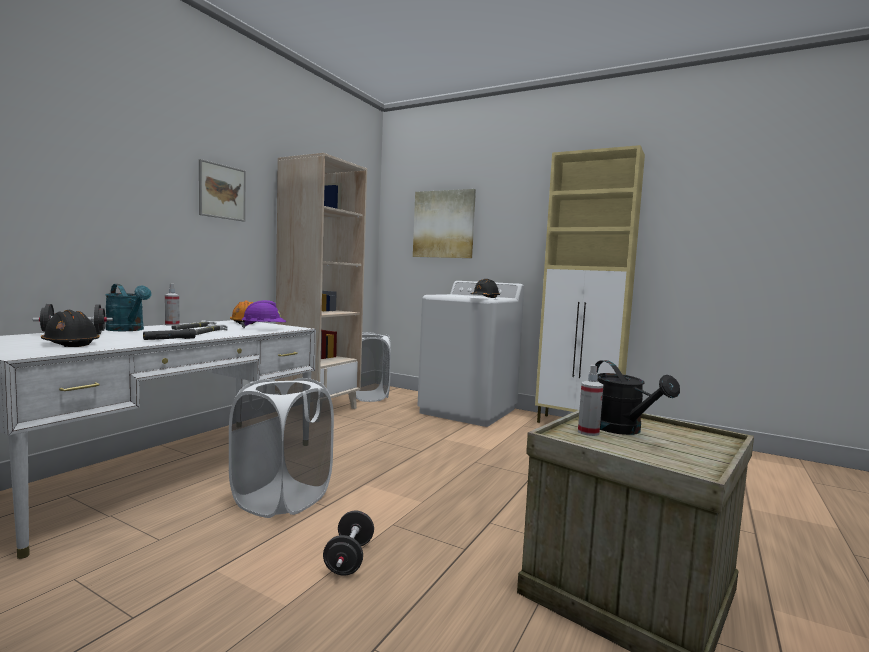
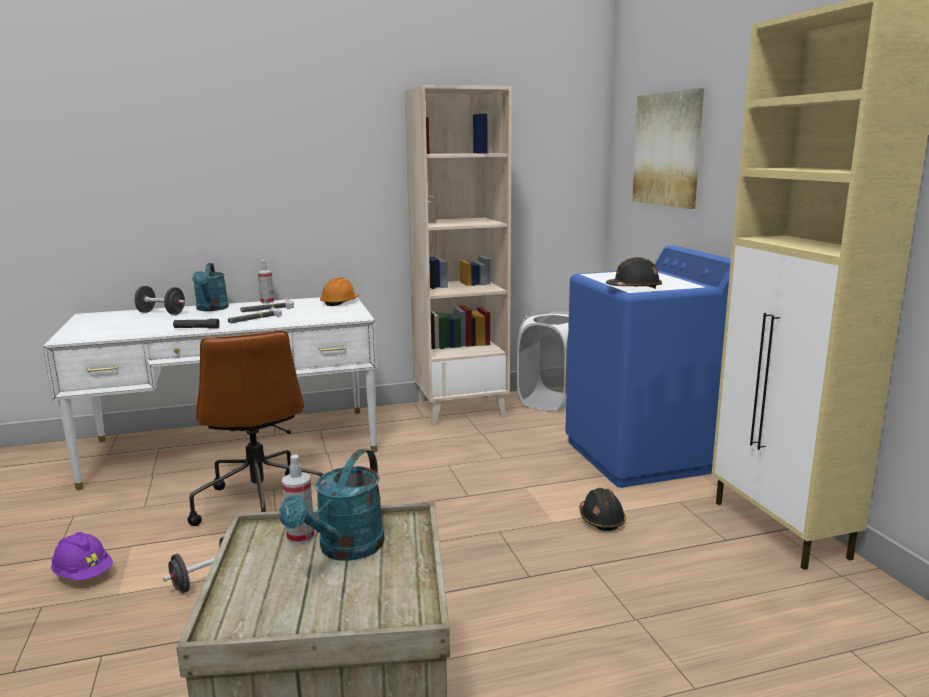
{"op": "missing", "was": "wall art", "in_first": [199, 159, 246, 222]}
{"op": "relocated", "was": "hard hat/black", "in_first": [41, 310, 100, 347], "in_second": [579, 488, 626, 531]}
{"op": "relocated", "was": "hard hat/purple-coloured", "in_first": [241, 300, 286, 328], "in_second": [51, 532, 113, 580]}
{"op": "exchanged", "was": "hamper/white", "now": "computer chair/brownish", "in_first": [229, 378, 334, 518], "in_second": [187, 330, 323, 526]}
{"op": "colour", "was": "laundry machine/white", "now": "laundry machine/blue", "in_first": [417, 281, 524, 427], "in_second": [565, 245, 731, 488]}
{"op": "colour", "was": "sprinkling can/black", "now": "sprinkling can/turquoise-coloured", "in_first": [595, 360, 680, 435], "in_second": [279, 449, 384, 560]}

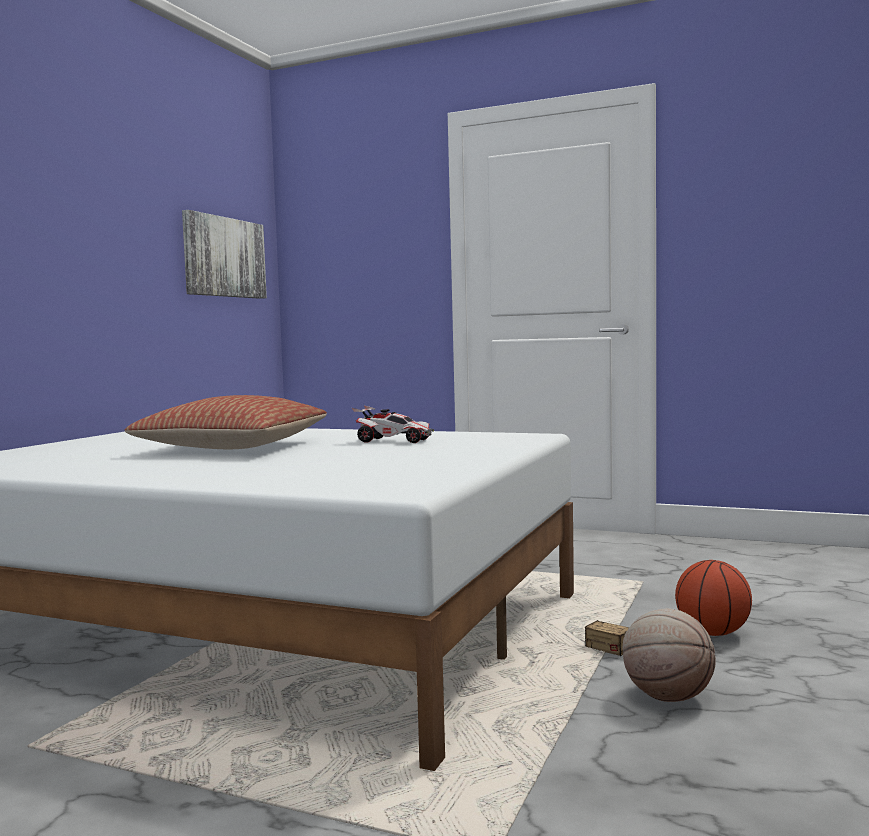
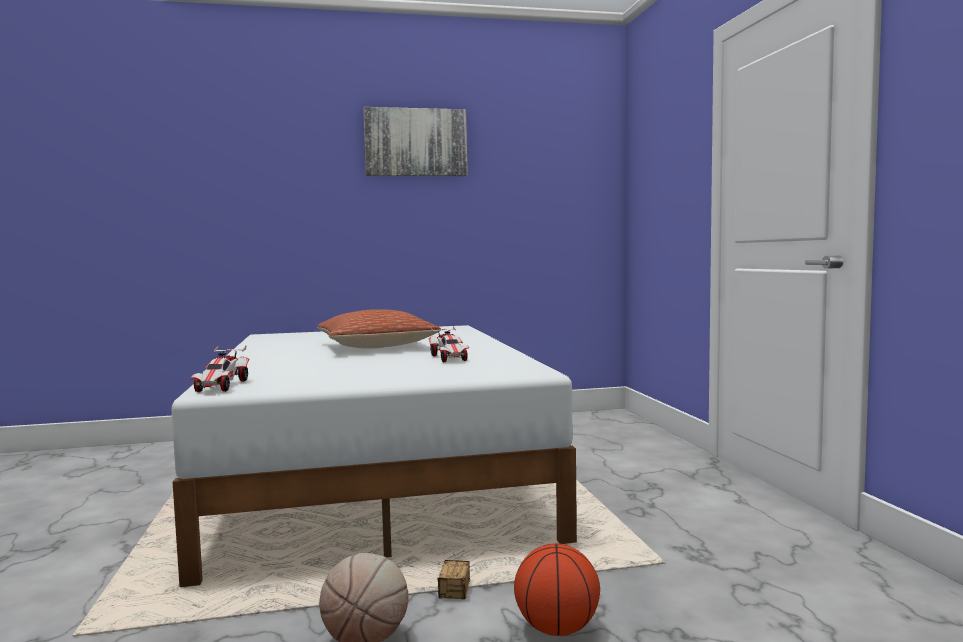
{"op": "appeared", "now": "miniature car", "in_second": [191, 346, 249, 393]}
{"op": "relocated", "was": "wall art", "in_first": [182, 210, 267, 299], "in_second": [363, 107, 468, 176]}

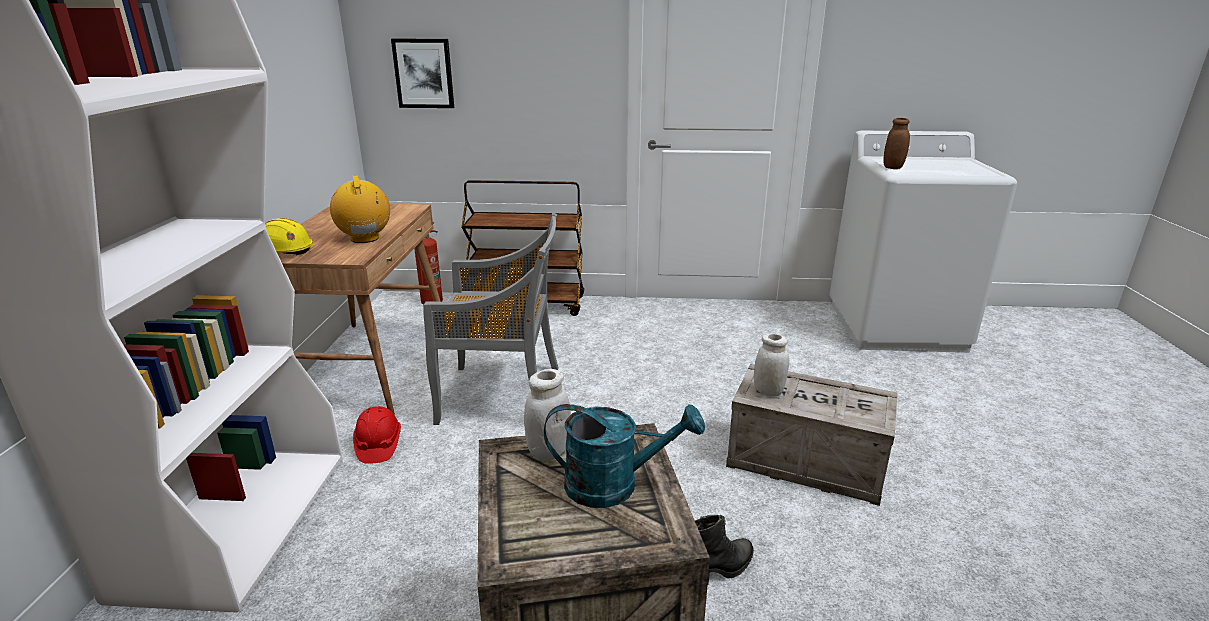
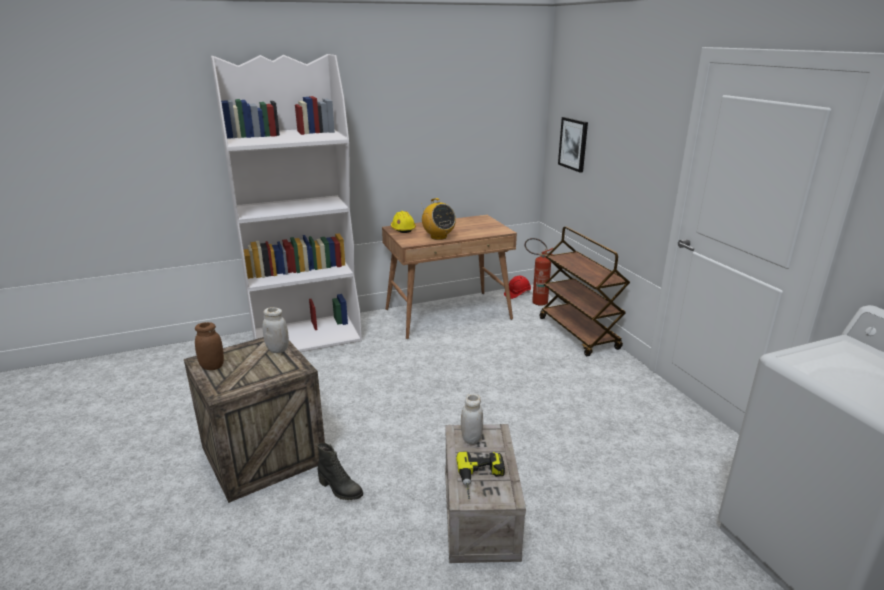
{"op": "missing", "was": "upright chair/grey", "in_first": [423, 213, 558, 425]}
{"op": "missing", "was": "sprinkling can/turquoise-coloured", "in_first": [544, 404, 705, 508]}
{"op": "appeared", "now": "power drill", "in_second": [456, 451, 505, 499]}
{"op": "relocated", "was": "hard hat/reddish", "in_first": [353, 406, 401, 464], "in_second": [504, 276, 531, 299]}
{"op": "relocated", "was": "preserve jar/brownish", "in_first": [884, 118, 910, 169], "in_second": [195, 322, 224, 370]}
{"op": "spun", "was": "radio", "in_first": [330, 175, 390, 243], "in_second": [421, 198, 456, 240], "clockwise": 105}

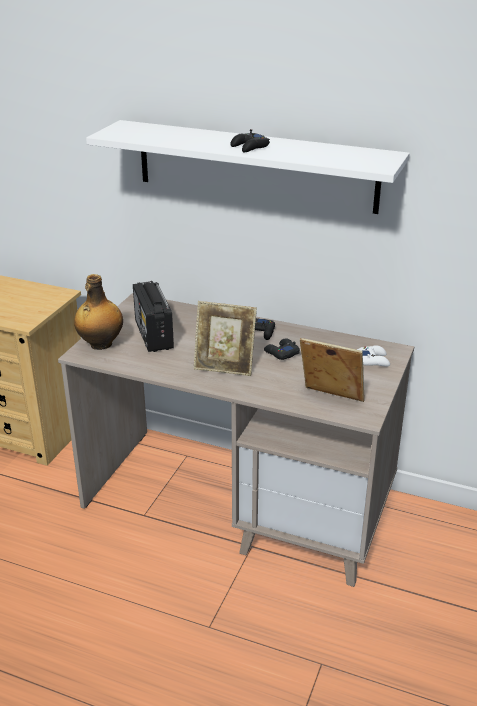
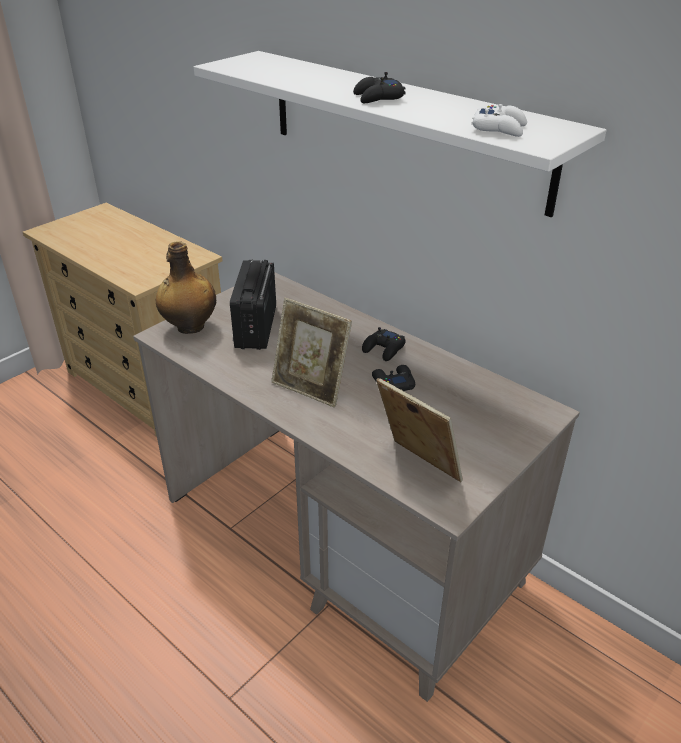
{"op": "relocated", "was": "game controller/white", "in_first": [357, 346, 390, 367], "in_second": [471, 104, 527, 137]}

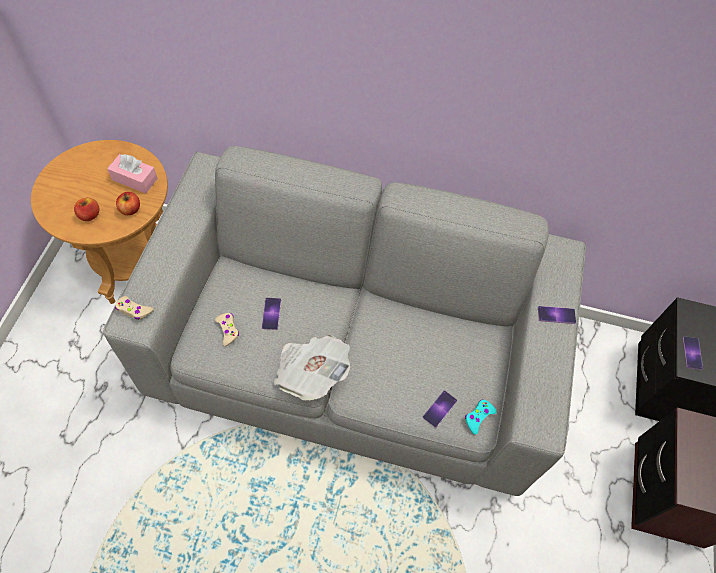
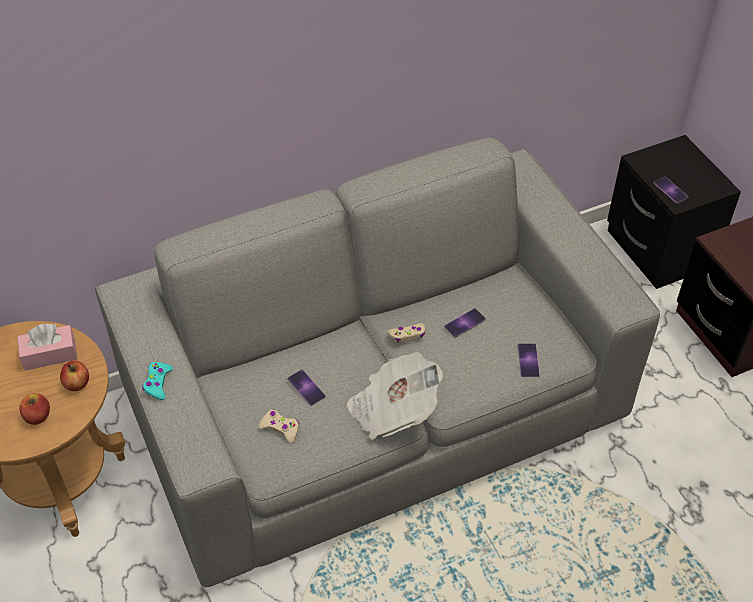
{"op": "relocated", "was": "game controller/sand-coloured", "in_first": [115, 296, 153, 320], "in_second": [387, 323, 425, 343]}
{"op": "relocated", "was": "game controller/turquoise-coloured", "in_first": [465, 399, 497, 434], "in_second": [142, 362, 173, 400]}
{"op": "relocated", "was": "telephone", "in_first": [538, 306, 576, 324], "in_second": [444, 308, 486, 338]}

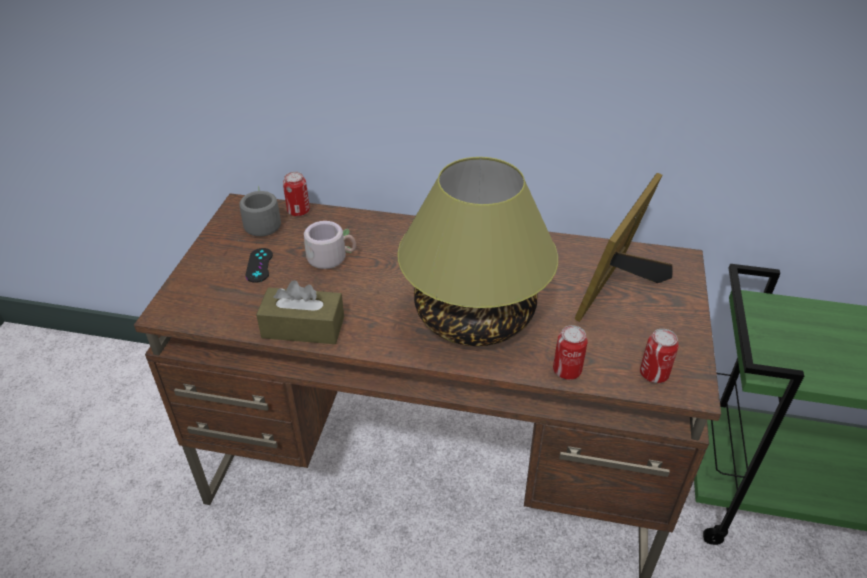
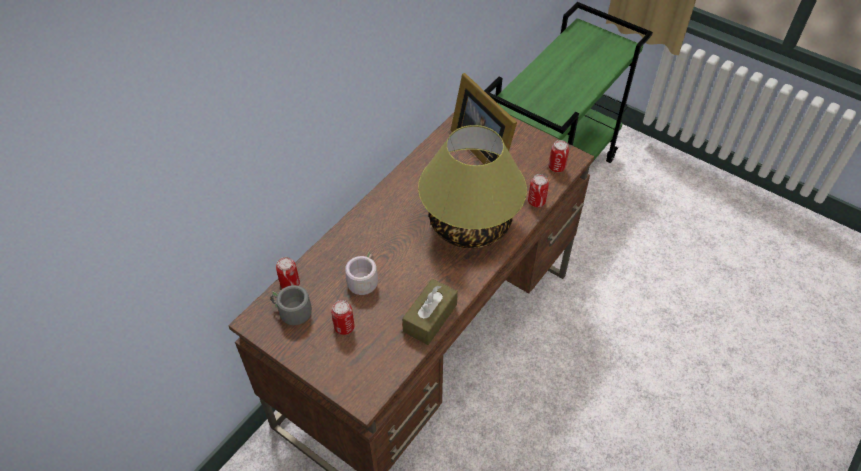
{"op": "exchanged", "was": "game controller/black", "now": "sealed can", "in_first": [245, 248, 273, 283], "in_second": [331, 300, 354, 335]}

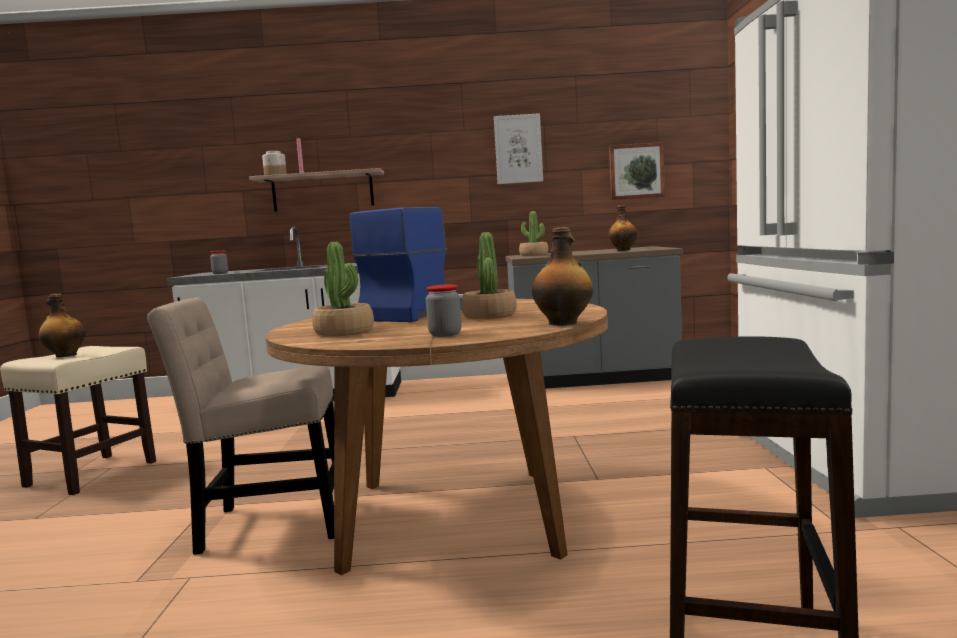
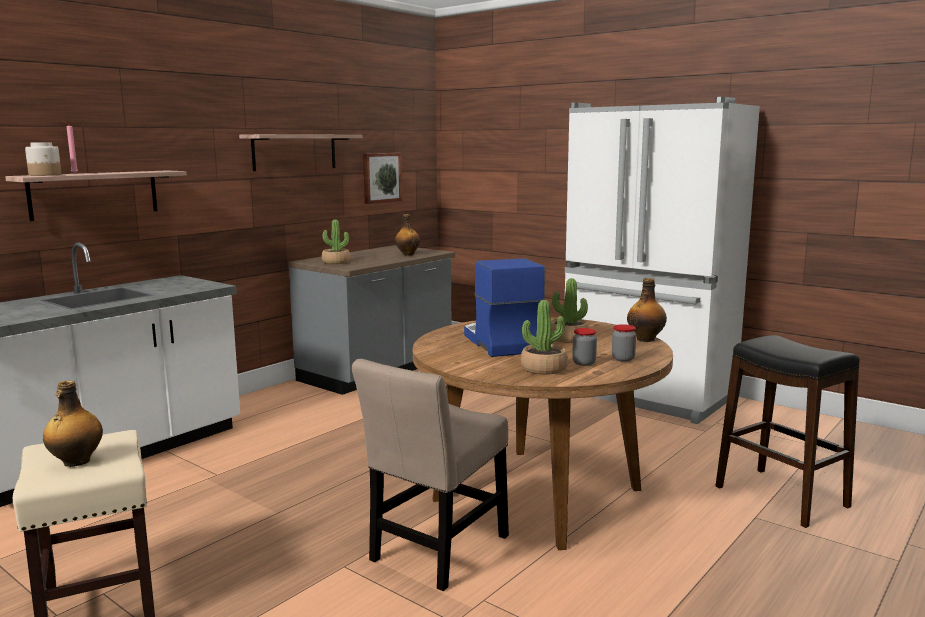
{"op": "relocated", "was": "preserve jar", "in_first": [210, 251, 228, 274], "in_second": [572, 328, 597, 366]}
{"op": "exchanged", "was": "wall art", "now": "shelf", "in_first": [494, 113, 543, 184], "in_second": [239, 134, 362, 171]}

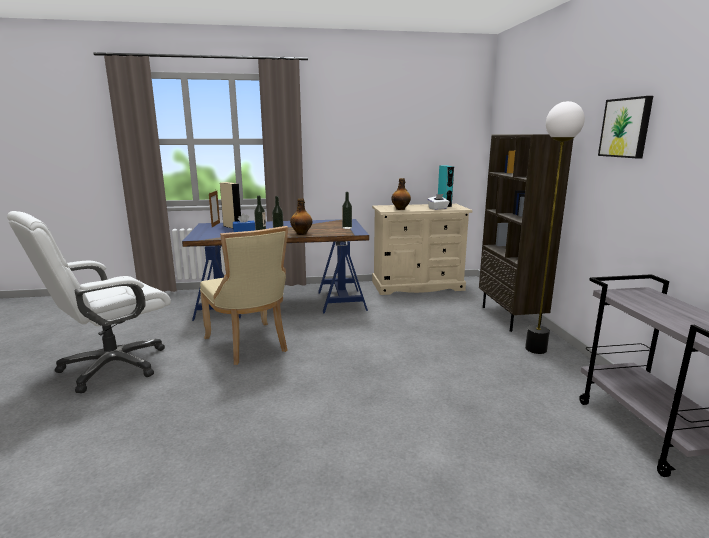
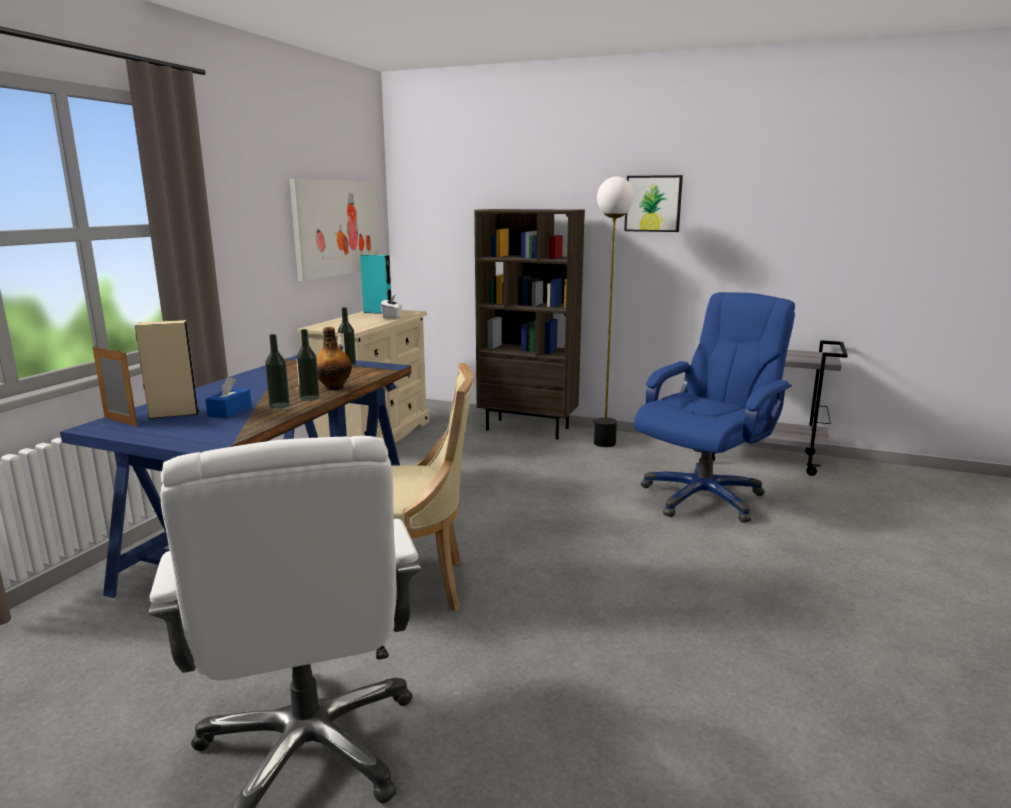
{"op": "missing", "was": "drink bottle", "in_first": [391, 178, 411, 210]}
{"op": "appeared", "now": "wall art", "in_second": [290, 179, 379, 281]}
{"op": "appeared", "now": "computer chair/blue", "in_second": [634, 292, 795, 523]}

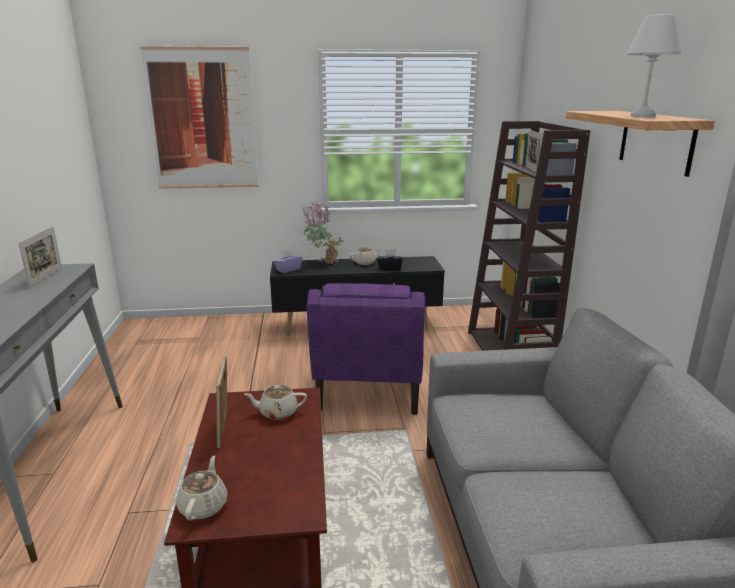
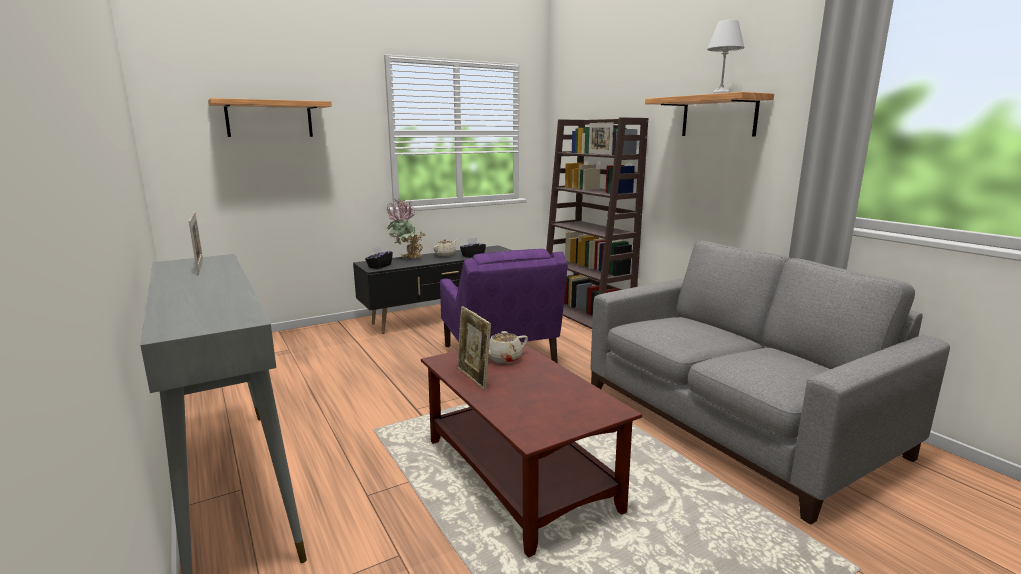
{"op": "missing", "was": "teapot/sand-coloured", "in_first": [176, 456, 228, 521]}
{"op": "exchanged", "was": "wall art", "now": "shelf", "in_first": [140, 46, 259, 189], "in_second": [208, 98, 332, 137]}
{"op": "colour", "was": "tissue holder/purple-coloured", "now": "tissue holder/black", "in_first": [274, 250, 302, 273], "in_second": [365, 246, 393, 269]}

